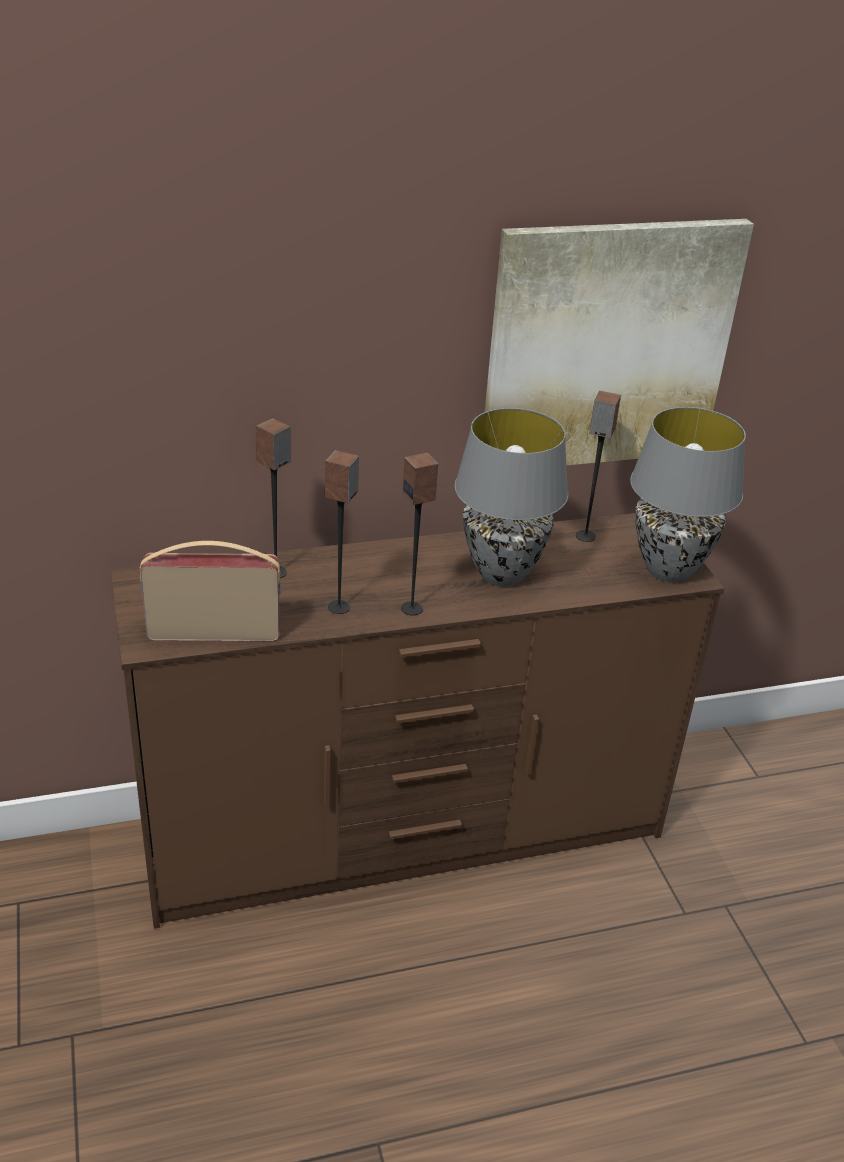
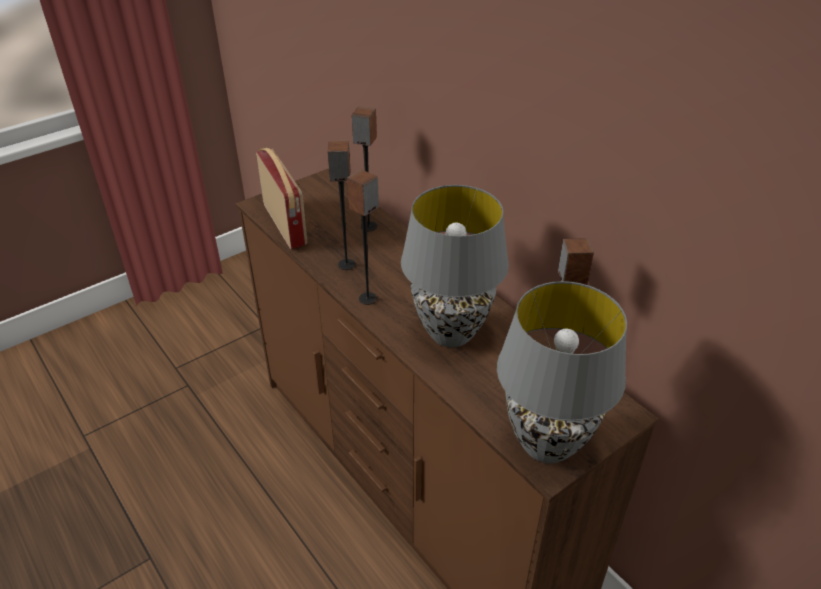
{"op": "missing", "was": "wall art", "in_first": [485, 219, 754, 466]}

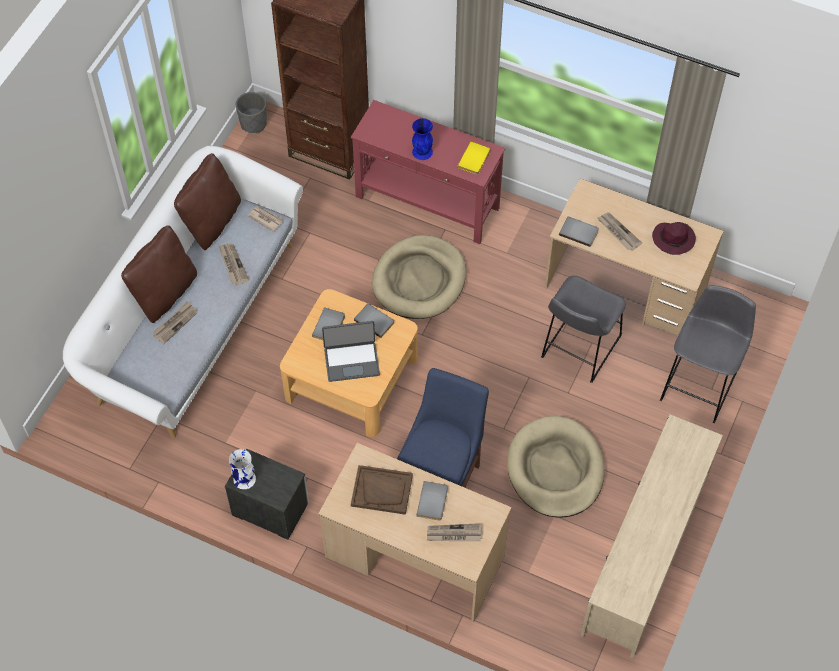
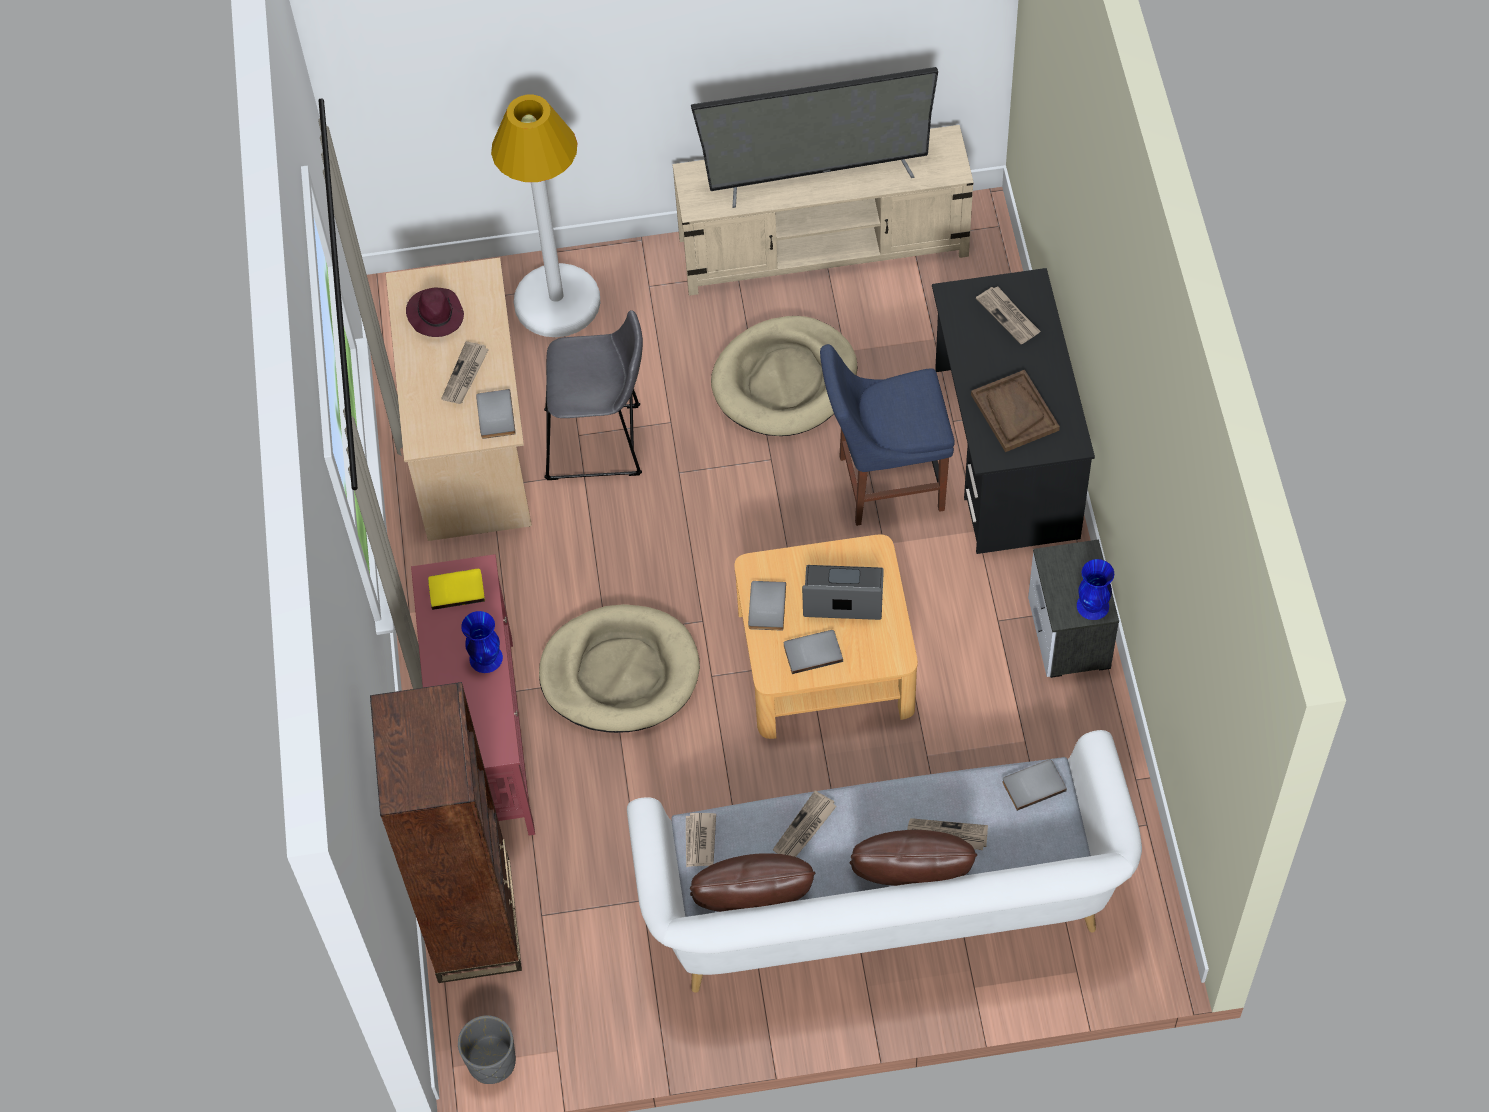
{"op": "appeared", "now": "TV", "in_second": [691, 67, 938, 208]}
{"op": "relocated", "was": "bound book/grey", "in_first": [416, 481, 448, 521], "in_second": [1002, 759, 1067, 811]}
{"op": "exchanged", "was": "sitting stool/grey", "now": "floor lamp/white", "in_first": [660, 285, 756, 423], "in_second": [491, 95, 600, 337]}
{"op": "colour", "was": "vase/white", "now": "vase/blue", "in_first": [229, 449, 256, 489], "in_second": [1077, 559, 1114, 620]}
{"op": "colour", "was": "desk table/sand-coloured", "now": "desk table/black", "in_first": [318, 443, 512, 622], "in_second": [932, 268, 1095, 554]}
{"op": "spun", "was": "portable computer", "in_first": [322, 321, 380, 382], "in_second": [802, 565, 884, 620], "clockwise": -45}

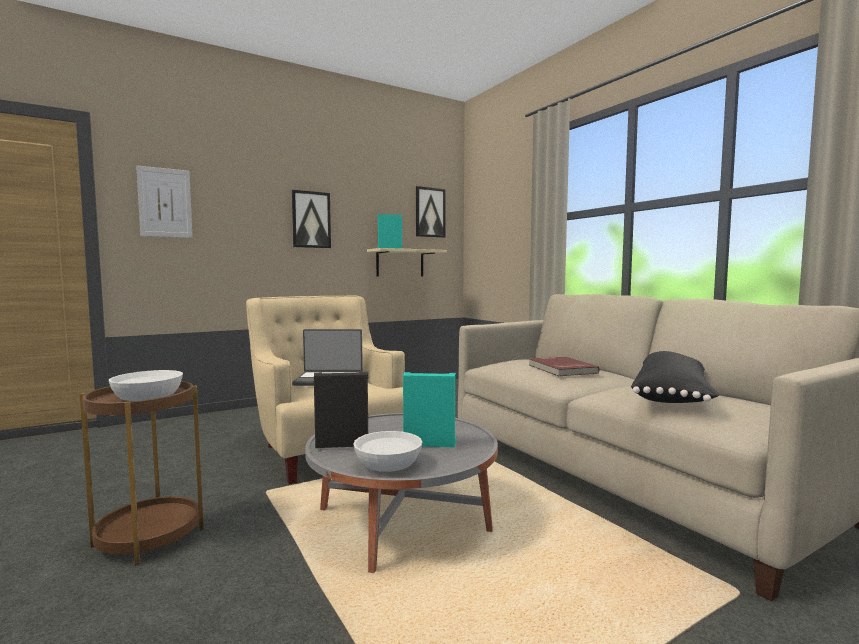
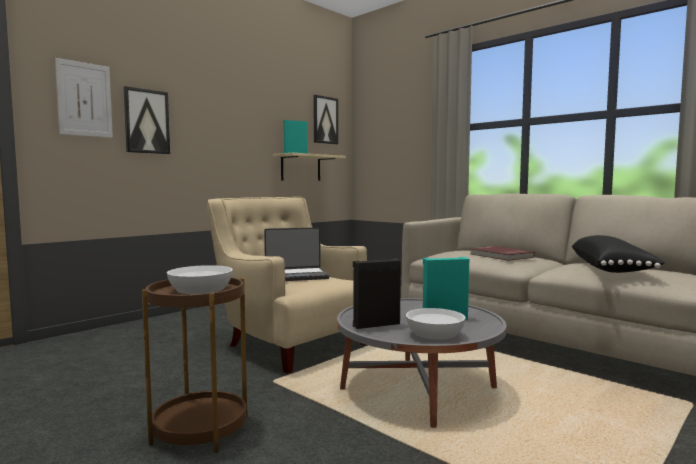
{"op": "relocated", "was": "wall art", "in_first": [292, 190, 331, 248], "in_second": [123, 86, 170, 154]}

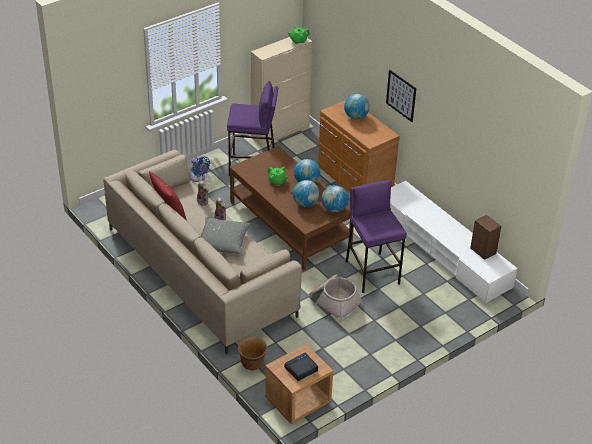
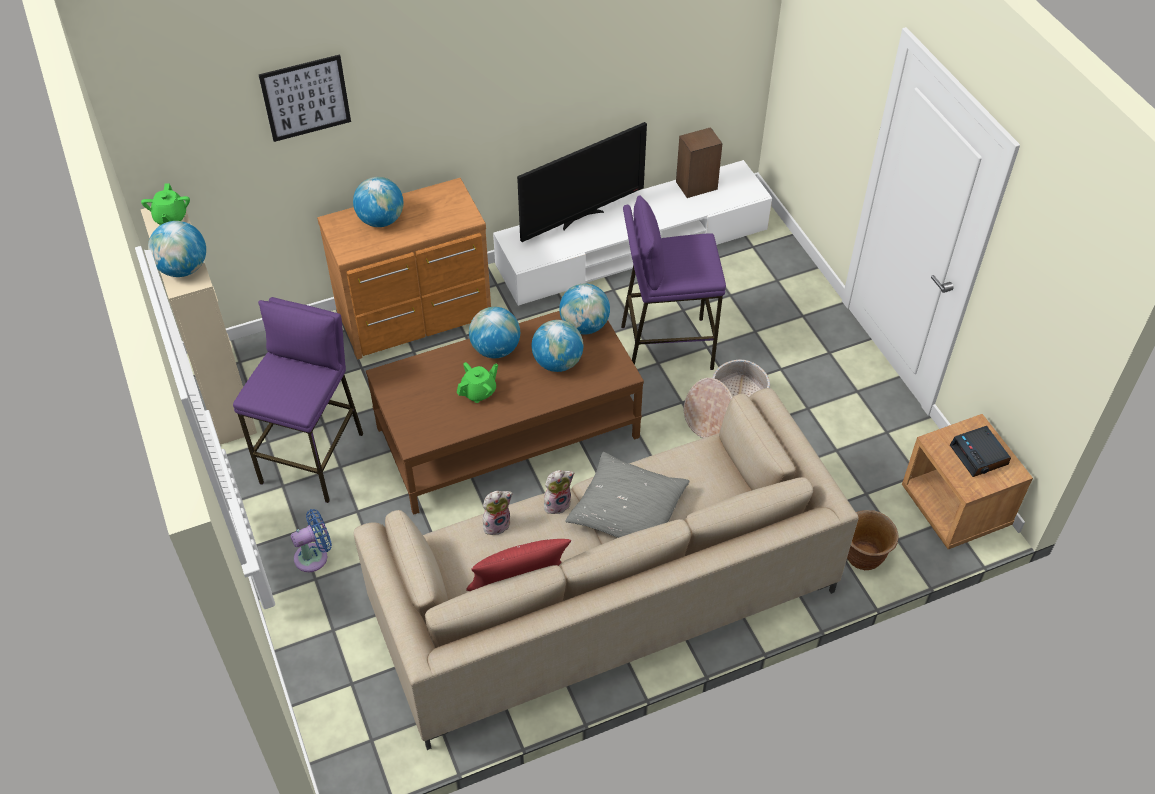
{"op": "appeared", "now": "world globe", "in_second": [148, 221, 206, 277]}
{"op": "appeared", "now": "TV", "in_second": [517, 122, 647, 242]}
{"op": "relocated", "was": "wall art", "in_first": [386, 70, 416, 122], "in_second": [259, 54, 351, 142]}

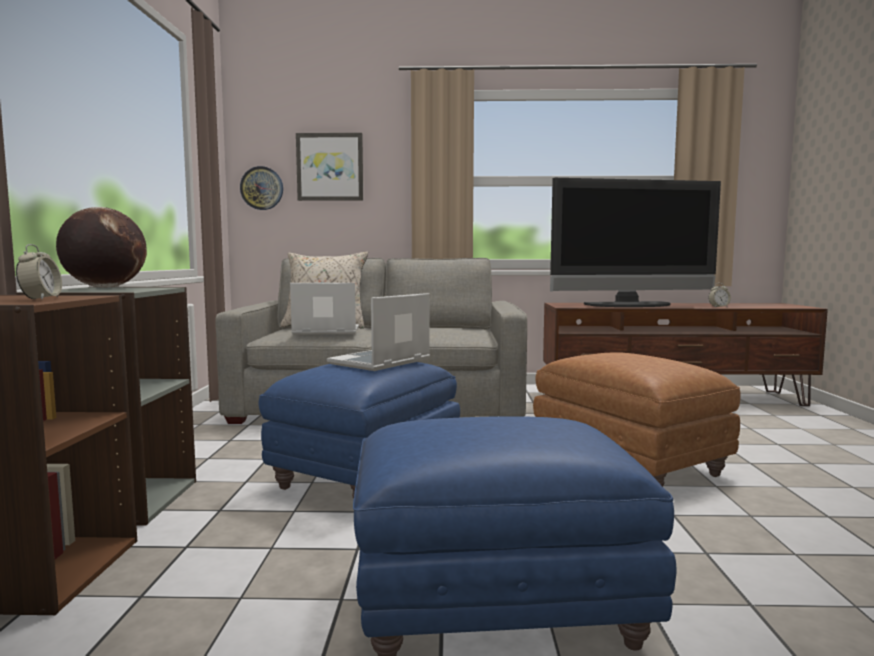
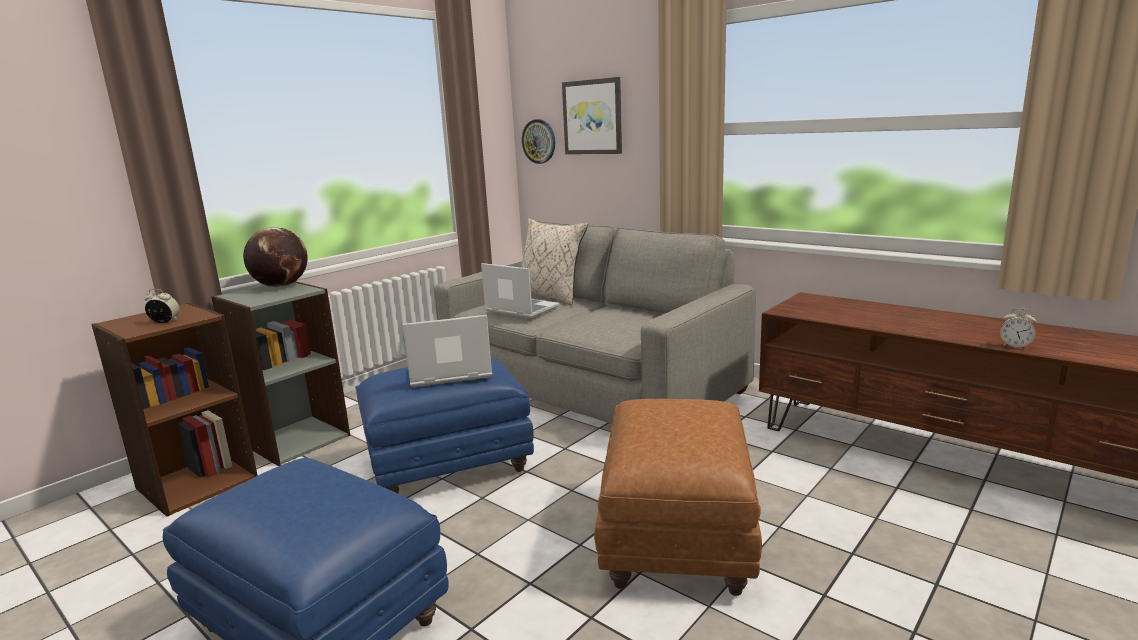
{"op": "missing", "was": "TV", "in_first": [550, 178, 721, 307]}
{"op": "spun", "was": "table clock", "in_first": [16, 244, 62, 299], "in_second": [145, 289, 180, 323], "clockwise": -120}

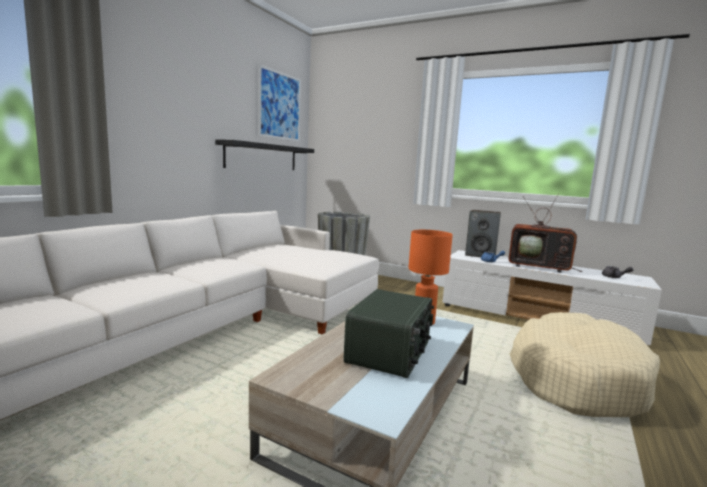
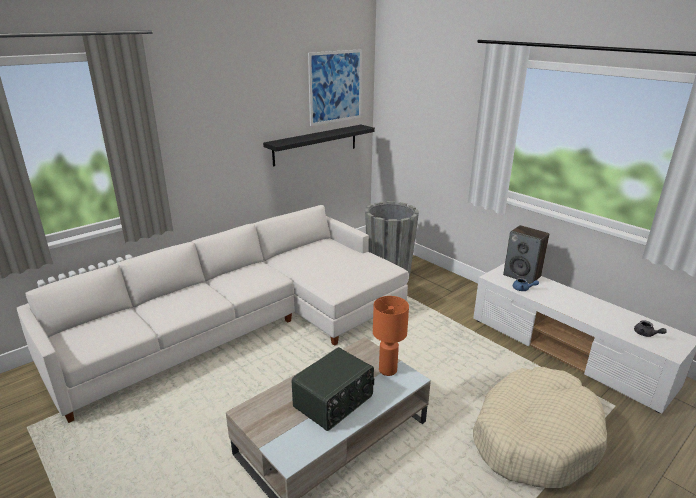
{"op": "missing", "was": "TV", "in_first": [509, 193, 582, 273]}

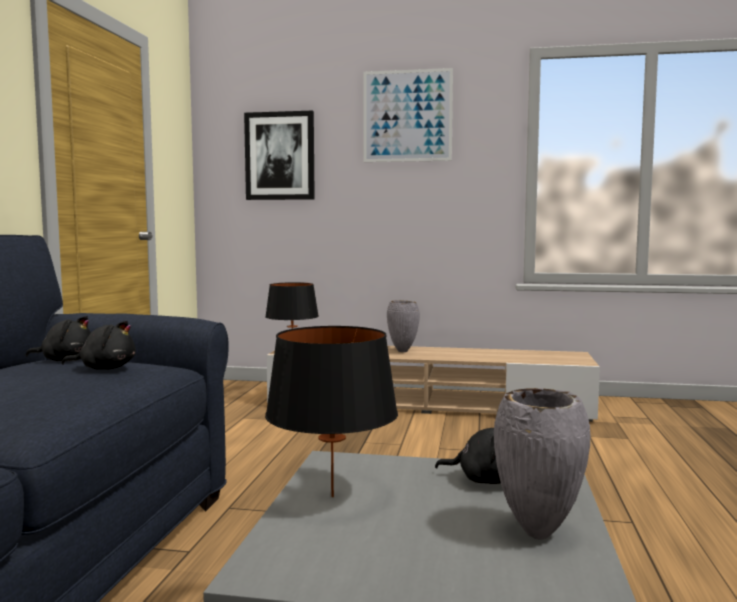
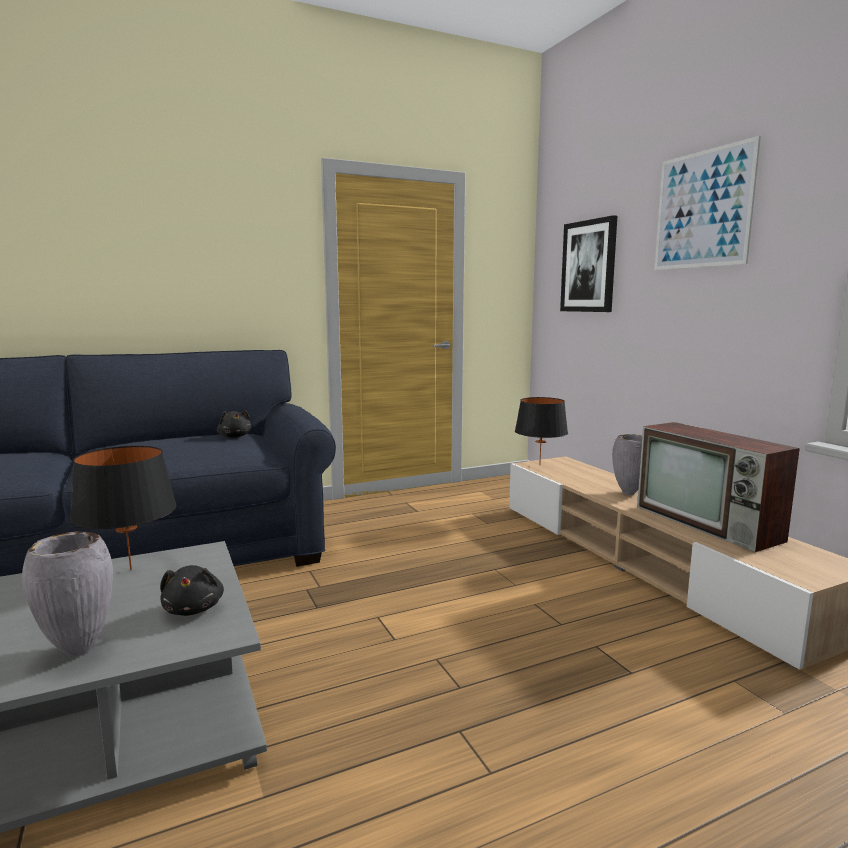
{"op": "missing", "was": "cuddly toy/black", "in_first": [61, 321, 136, 370]}
{"op": "appeared", "now": "TV", "in_second": [637, 422, 800, 552]}

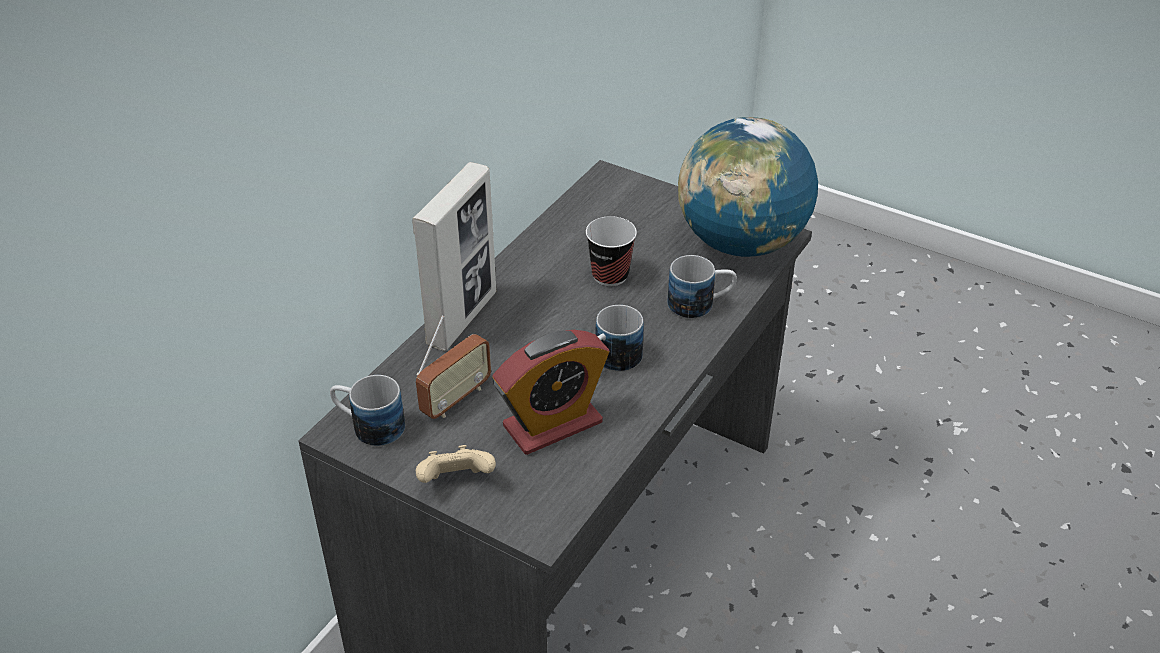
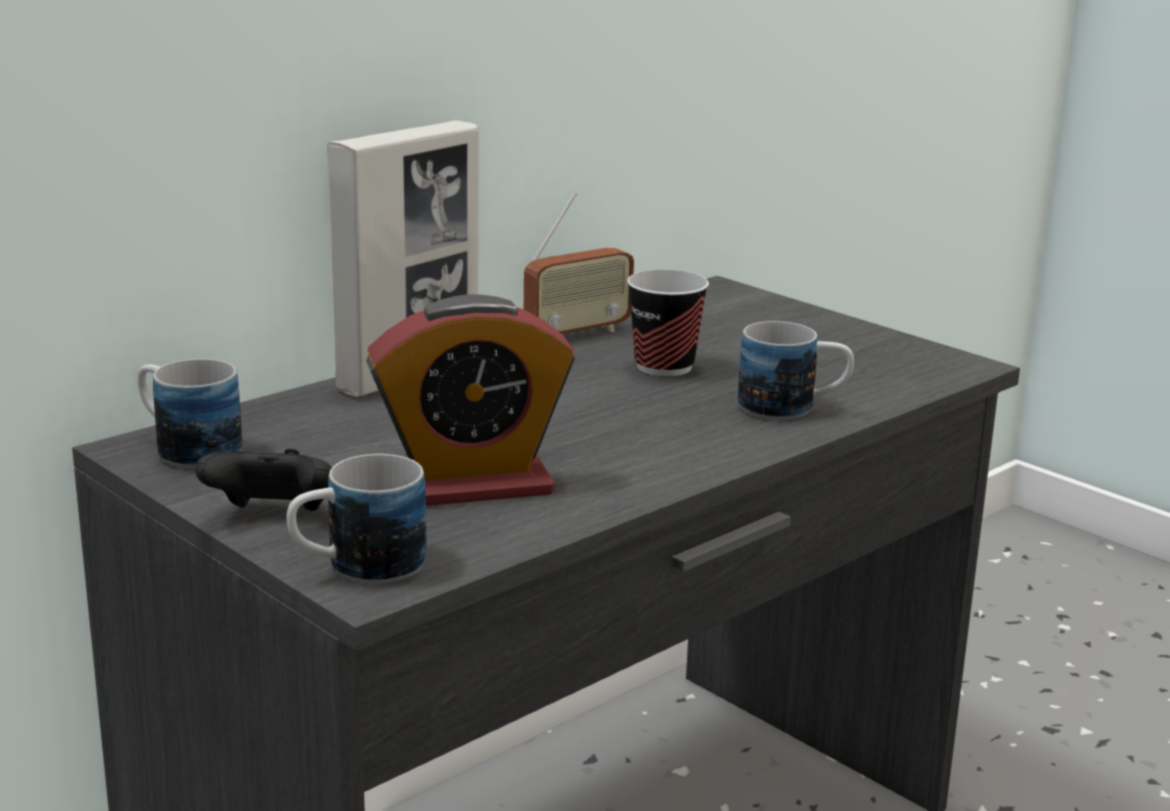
{"op": "missing", "was": "world globe", "in_first": [678, 117, 818, 257]}
{"op": "relocated", "was": "radio", "in_first": [416, 316, 491, 419], "in_second": [524, 192, 634, 334]}
{"op": "relocated", "was": "tea mug", "in_first": [595, 305, 644, 372], "in_second": [287, 454, 427, 584]}
{"op": "colour", "was": "game controller/sand-coloured", "now": "game controller/black", "in_first": [416, 445, 496, 483], "in_second": [195, 448, 332, 511]}

